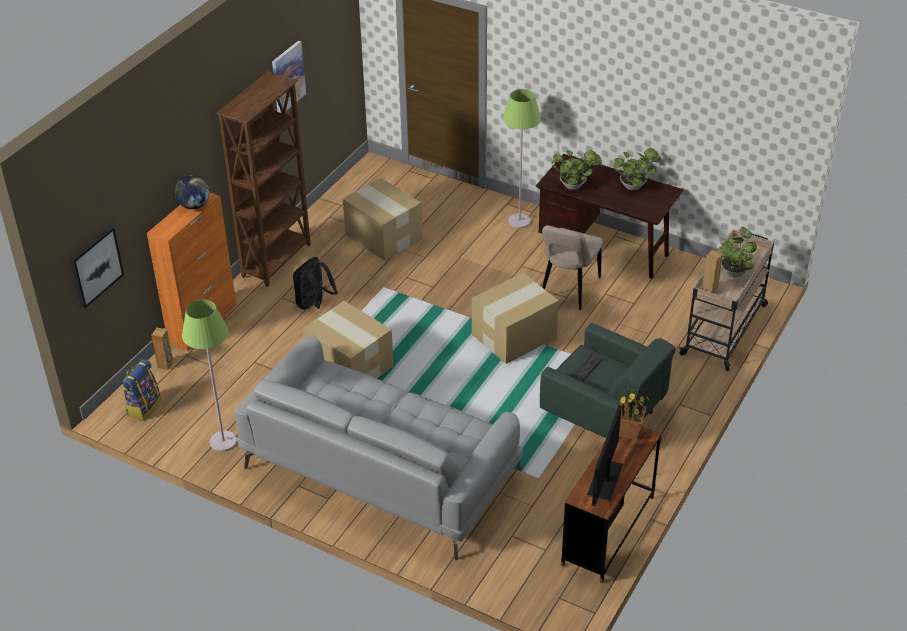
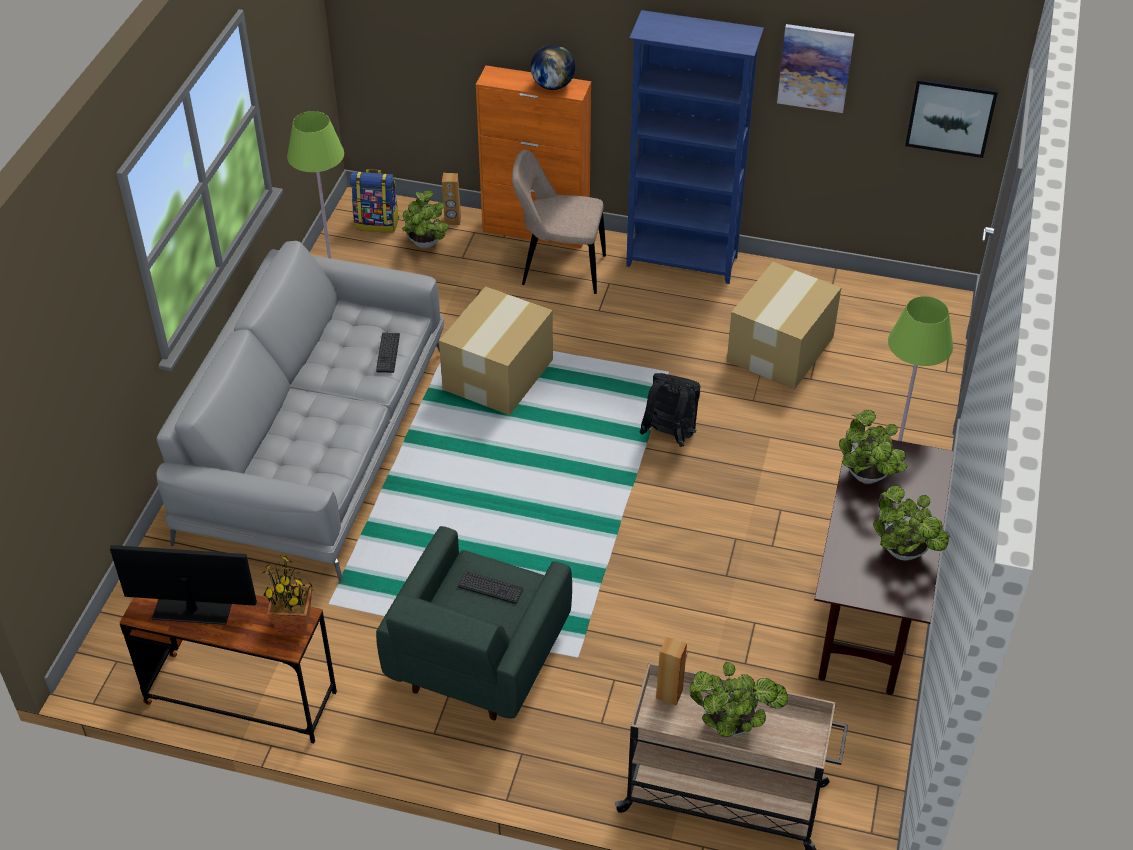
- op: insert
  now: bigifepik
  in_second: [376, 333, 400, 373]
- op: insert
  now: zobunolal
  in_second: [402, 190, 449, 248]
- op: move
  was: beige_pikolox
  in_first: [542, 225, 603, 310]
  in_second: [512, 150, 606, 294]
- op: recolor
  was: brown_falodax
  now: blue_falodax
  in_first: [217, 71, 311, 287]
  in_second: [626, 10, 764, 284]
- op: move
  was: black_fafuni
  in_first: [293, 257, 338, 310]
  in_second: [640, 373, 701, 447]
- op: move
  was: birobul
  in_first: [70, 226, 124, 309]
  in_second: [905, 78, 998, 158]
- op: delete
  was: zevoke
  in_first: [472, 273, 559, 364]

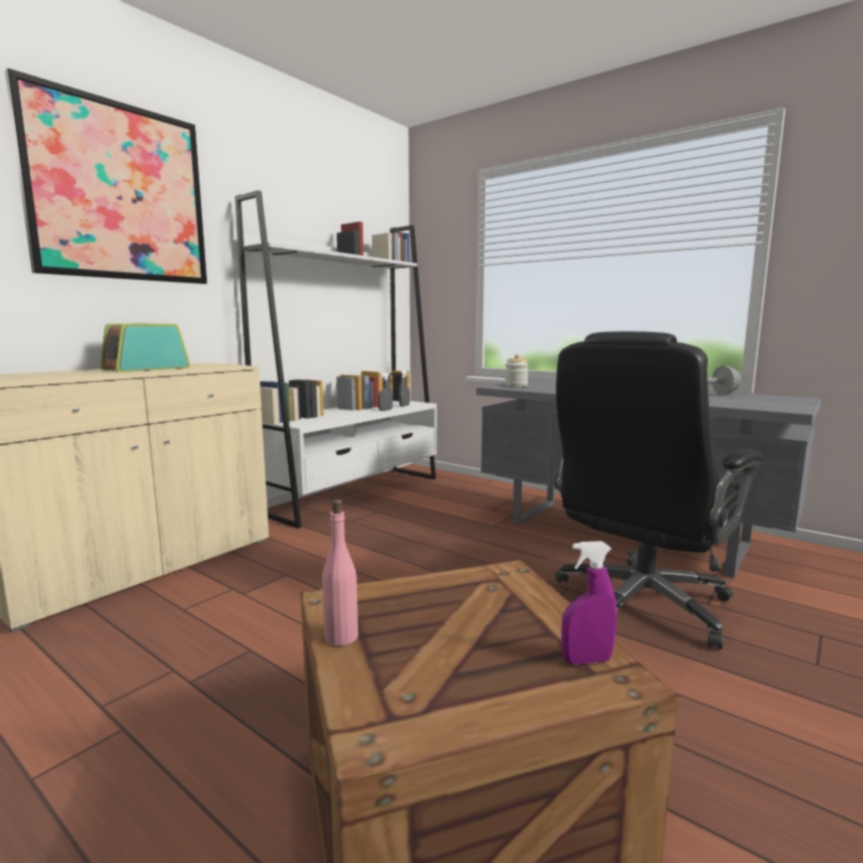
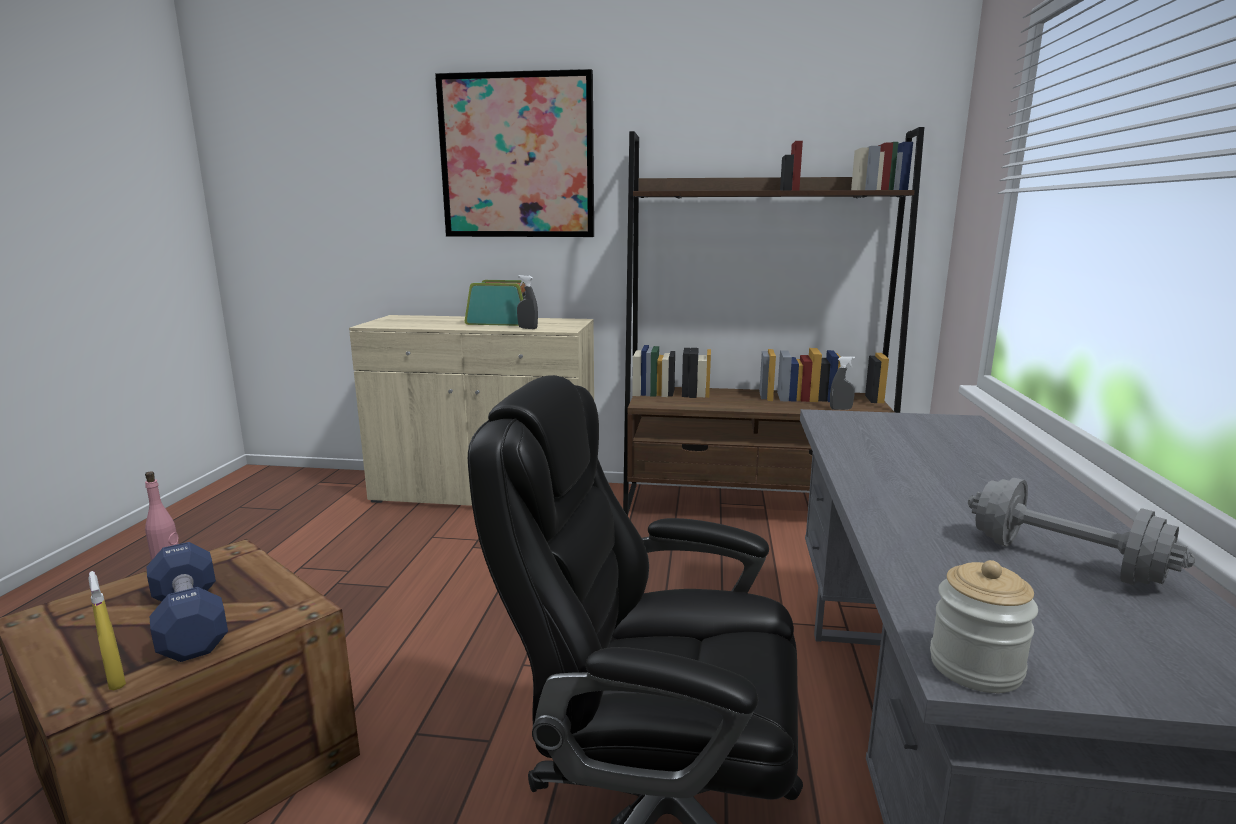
- op: recolor
  was: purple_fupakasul
  now: yellow_fupakasul
  in_first: [561, 541, 617, 665]
  in_second: [88, 571, 126, 690]
- op: insert
  now: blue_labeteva
  in_second: [147, 542, 228, 662]
- op: move
  was: grey_fupakasul
  in_first: [378, 372, 393, 410]
  in_second: [517, 275, 538, 329]
- op: recolor
  was: white_falodax
  now: brown_falodax
  in_first: [235, 190, 437, 529]
  in_second: [623, 127, 924, 516]
- op: move
  was: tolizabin
  in_first: [505, 354, 528, 387]
  in_second: [930, 560, 1038, 693]

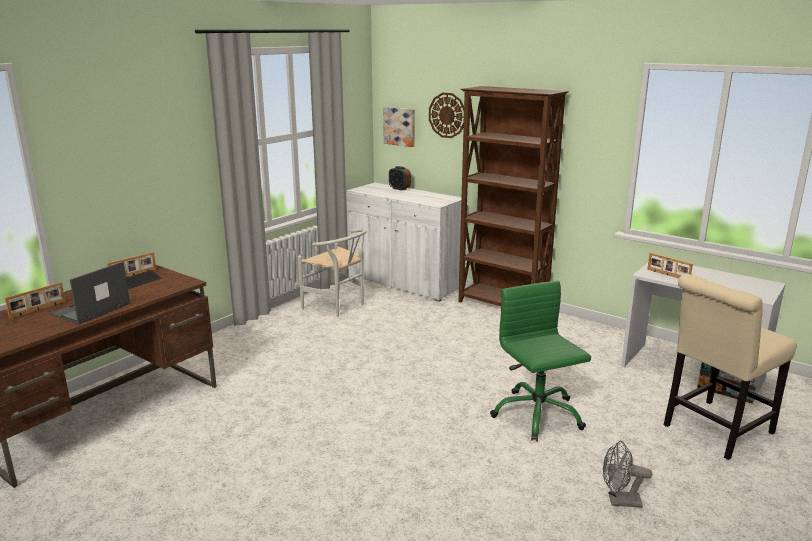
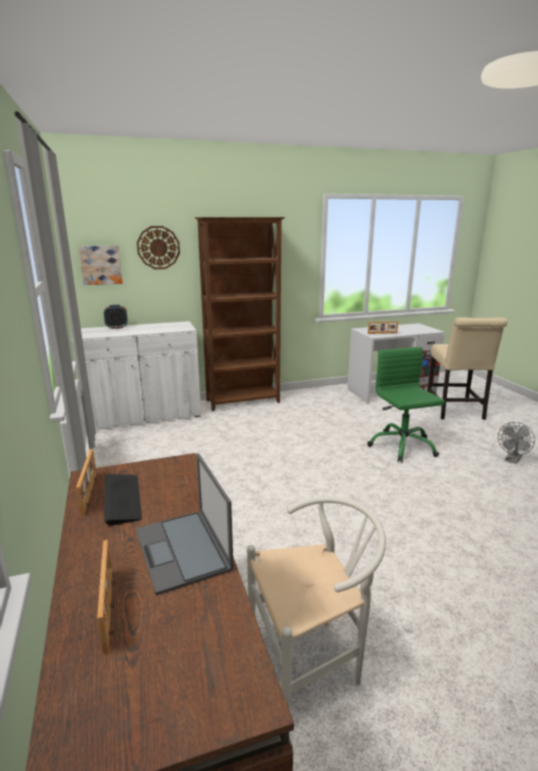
- op: move
  was: white_pikolox
  in_first: [298, 229, 367, 317]
  in_second: [247, 496, 386, 708]
- op: rotate
  was: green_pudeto
  in_first: [490, 281, 591, 441]
  in_second: [367, 347, 445, 463]
  clockwise: 60

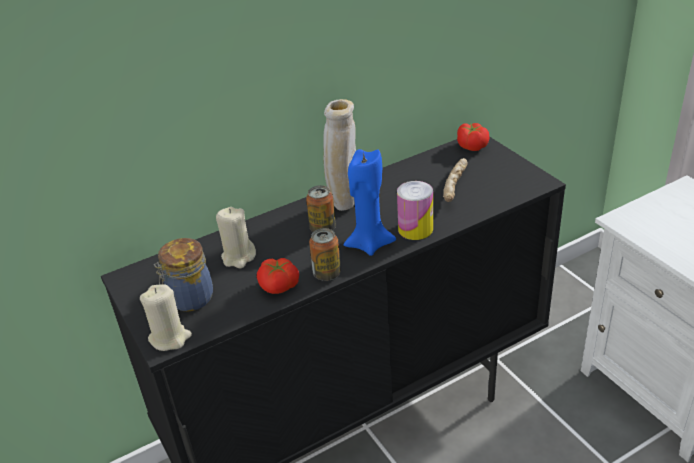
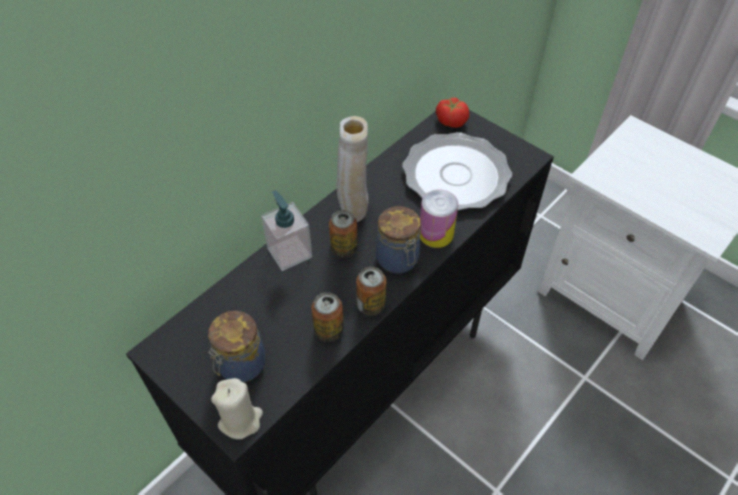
- op: insert
  now: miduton
  in_second: [261, 190, 312, 271]
- op: replace
  was: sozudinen
  now: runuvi
  in_first: [257, 258, 299, 294]
  in_second: [312, 292, 344, 342]
- op: replace
  was: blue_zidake
  now: tolizabin
  in_first: [344, 149, 396, 256]
  in_second: [376, 206, 421, 273]
- op: replace
  was: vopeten
  now: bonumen
  in_first: [443, 158, 468, 202]
  in_second: [402, 132, 512, 211]
- op: delete
  was: beige_zidake
  in_first: [216, 207, 256, 268]

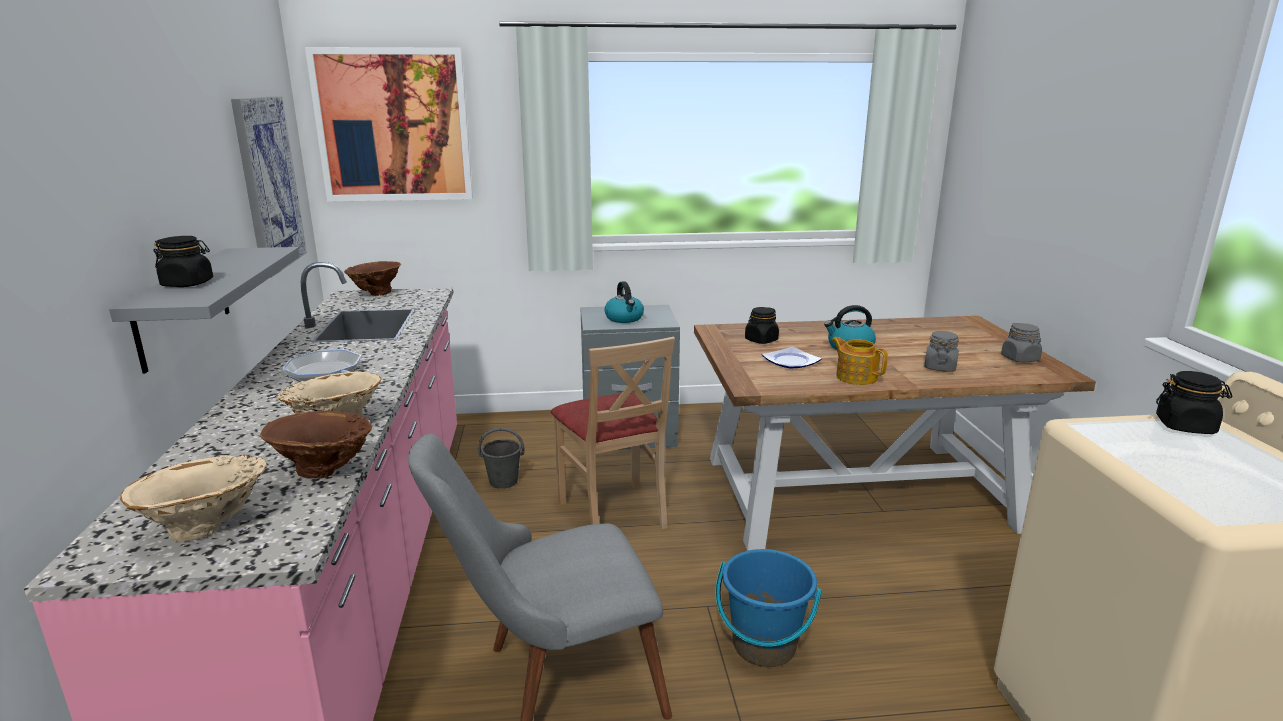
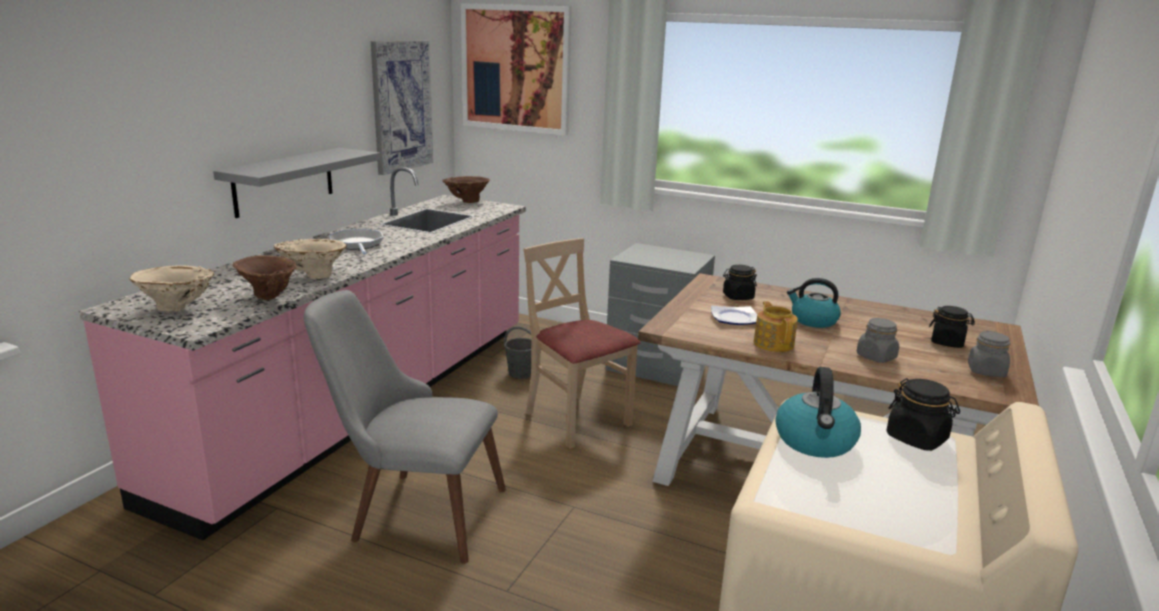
- op: rotate
  was: beige_pikolox
  in_first: [551, 337, 675, 529]
  in_second: [524, 238, 641, 449]
  clockwise: 135
- op: move
  was: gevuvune
  in_first: [604, 281, 644, 323]
  in_second: [775, 367, 861, 458]
- op: move
  was: black_tolizabin
  in_first: [153, 236, 213, 287]
  in_second: [929, 306, 975, 348]
- op: delete
  was: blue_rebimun
  in_first: [715, 549, 822, 667]

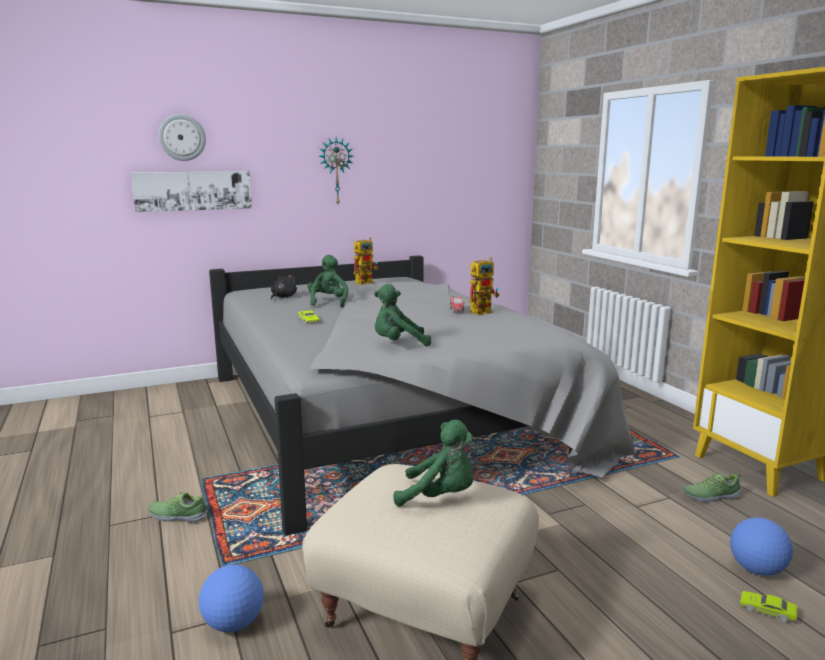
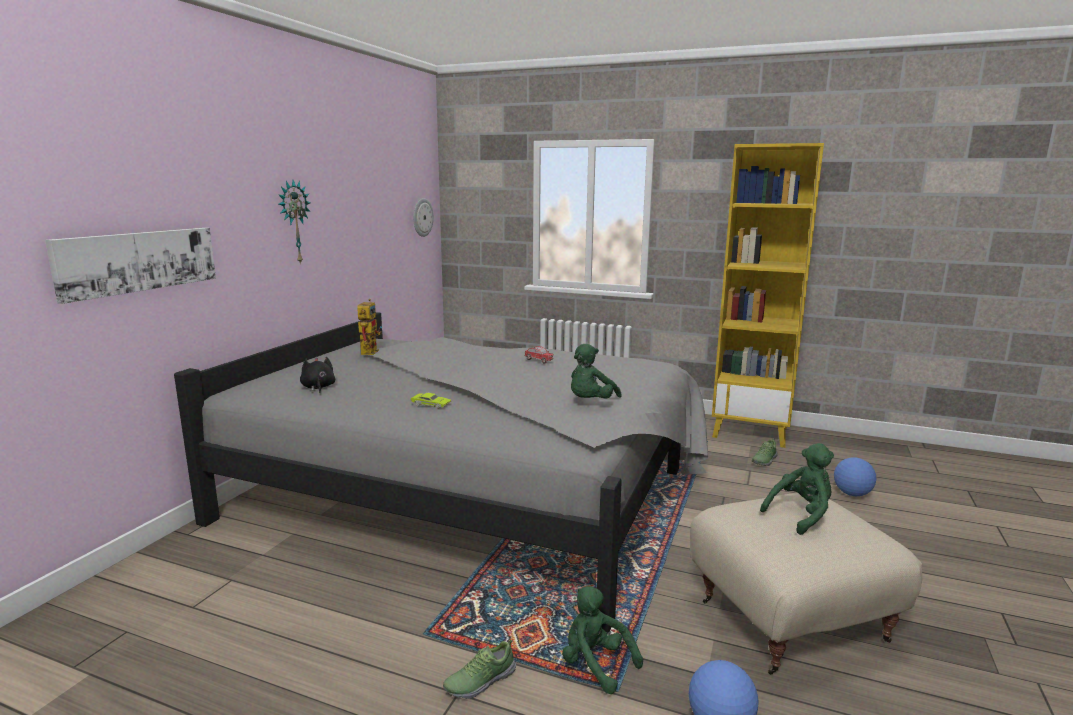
- op: move
  was: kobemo
  in_first: [158, 114, 206, 161]
  in_second: [413, 198, 434, 237]
- op: move
  was: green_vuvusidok
  in_first: [308, 255, 348, 307]
  in_second: [562, 586, 643, 694]
- op: delete
  was: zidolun
  in_first: [469, 257, 500, 315]
- op: delete
  was: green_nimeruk
  in_first: [740, 591, 798, 623]

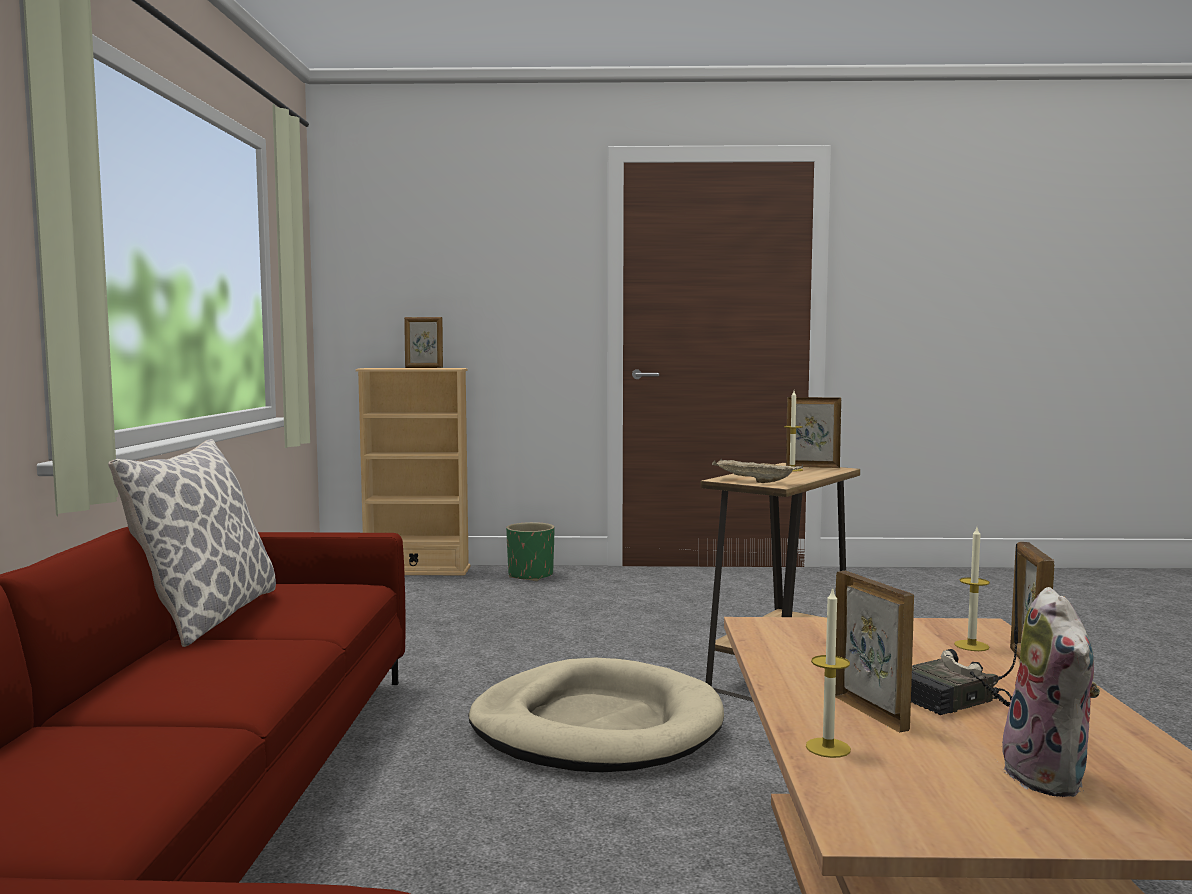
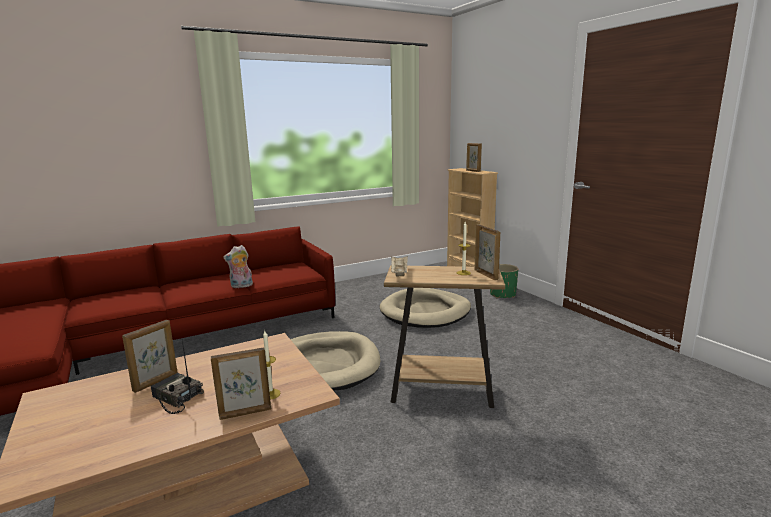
- op: move
  was: vuvusidok
  in_first: [1000, 587, 1100, 797]
  in_second: [223, 245, 253, 288]
- op: insert
  now: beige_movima
  in_second: [380, 288, 471, 328]
- op: delete
  was: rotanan
  in_first: [108, 439, 276, 647]
- op: delete
  was: zidake
  in_first: [806, 588, 851, 758]

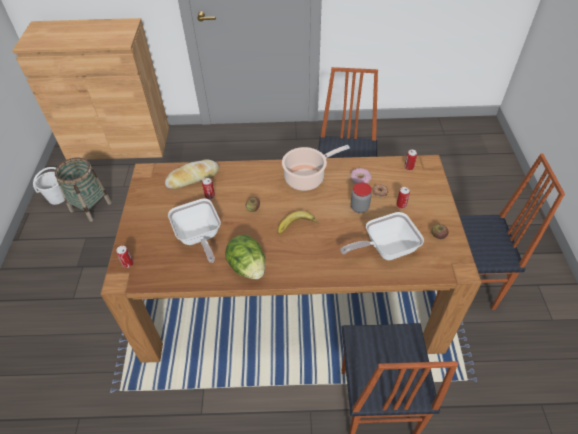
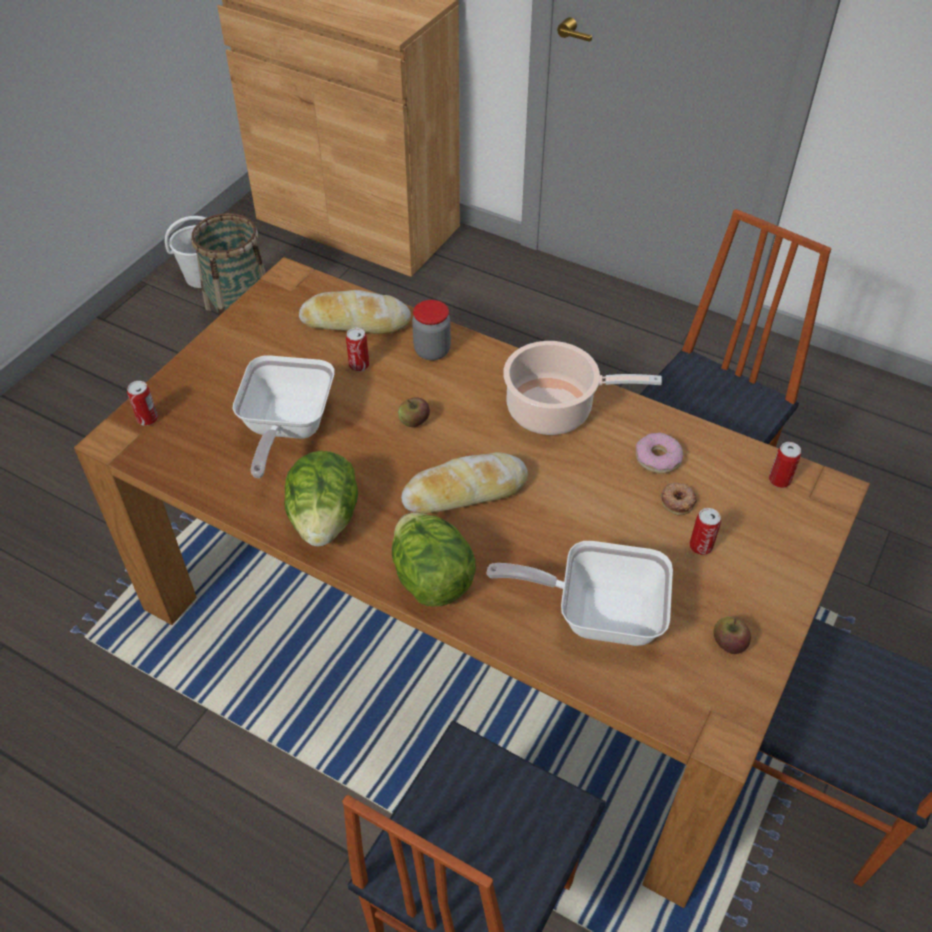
- op: insert
  now: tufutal
  in_second: [392, 513, 476, 607]
- op: replace
  was: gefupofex
  now: vopeten
  in_first: [277, 211, 319, 234]
  in_second: [401, 452, 528, 514]
- op: move
  was: tolizabin
  in_first: [351, 182, 372, 213]
  in_second: [412, 300, 451, 361]

